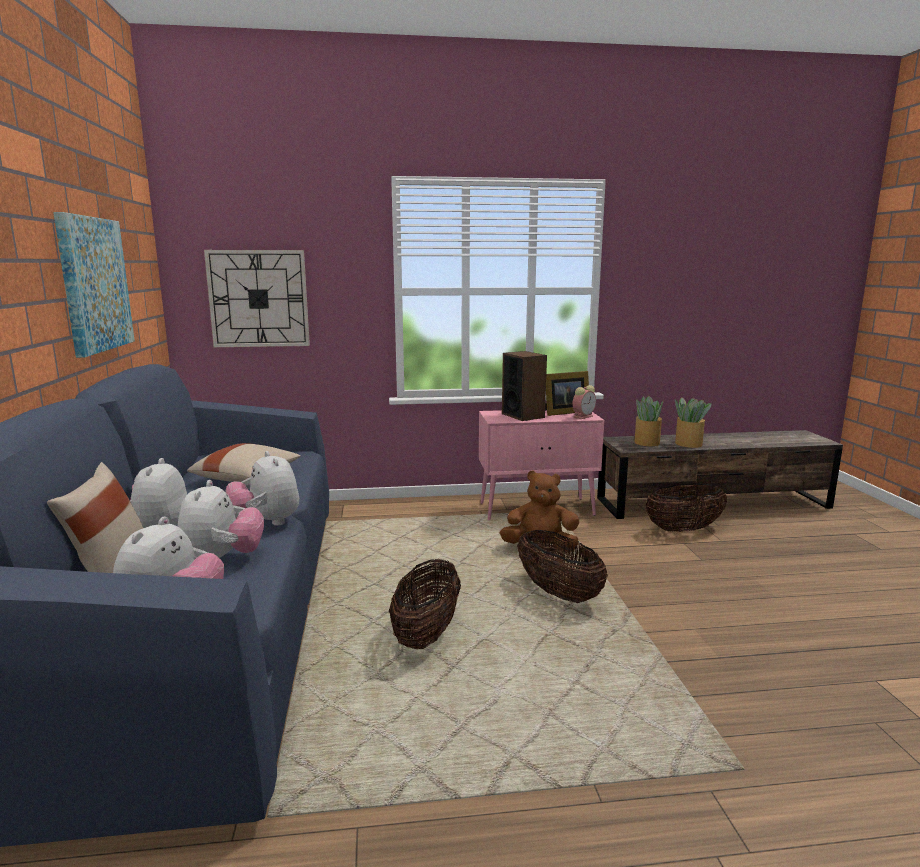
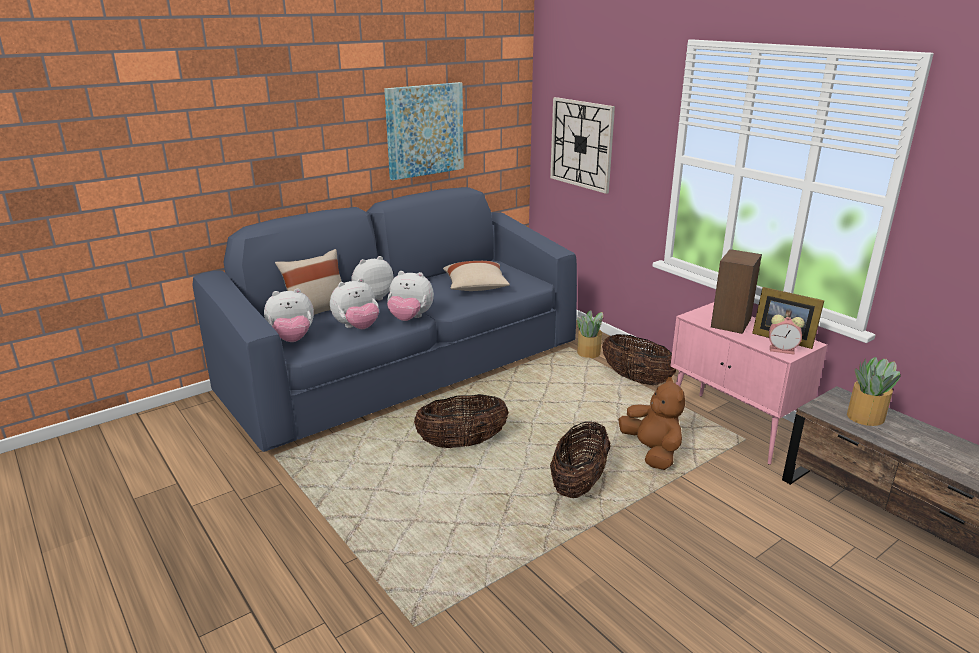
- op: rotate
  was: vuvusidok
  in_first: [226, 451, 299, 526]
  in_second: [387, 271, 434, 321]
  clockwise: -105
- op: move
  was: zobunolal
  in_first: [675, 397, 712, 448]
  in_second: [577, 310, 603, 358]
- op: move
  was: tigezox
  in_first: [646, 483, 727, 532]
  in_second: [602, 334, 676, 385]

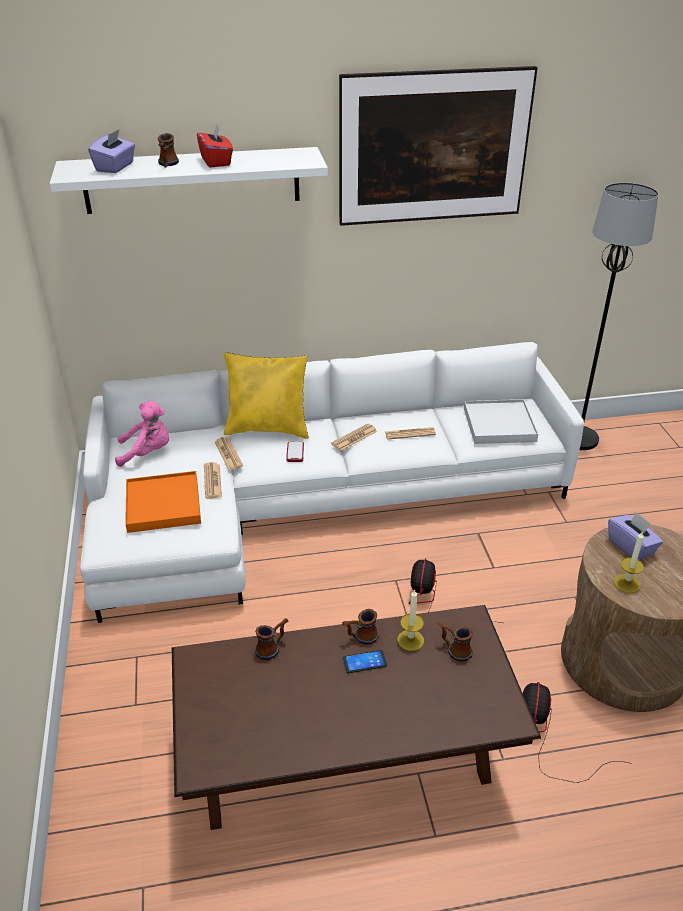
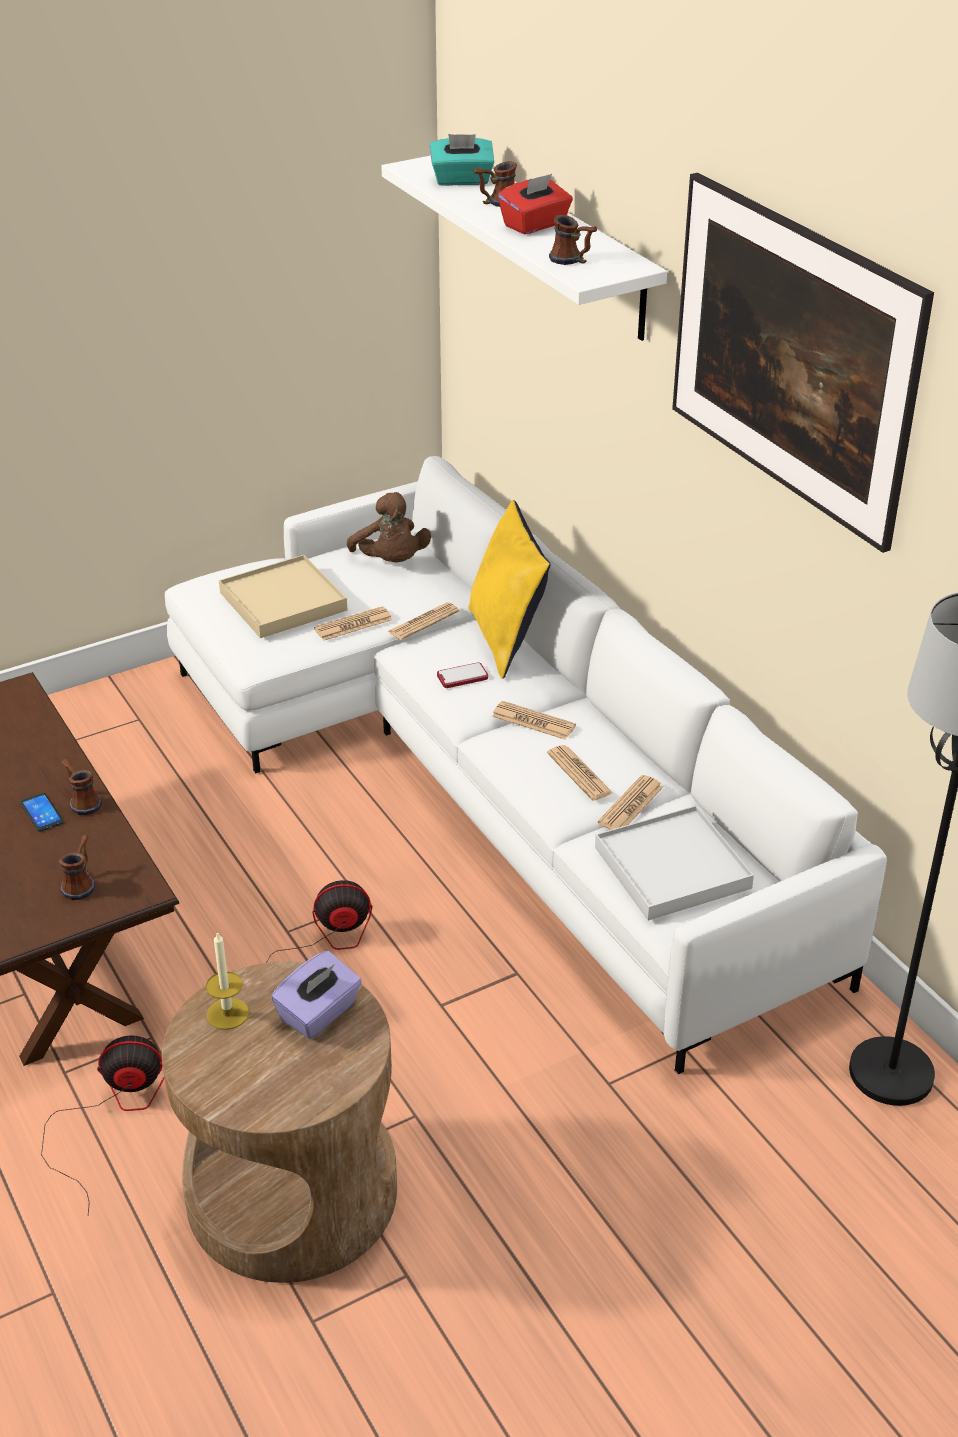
- op: recolor
  was: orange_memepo
  now: beige_memepo
  in_first: [125, 471, 201, 533]
  in_second: [219, 555, 347, 638]
- op: recolor
  was: pink_vuvusidok
  now: brown_vuvusidok
  in_first: [115, 401, 169, 467]
  in_second: [347, 492, 431, 562]
- op: recolor
  was: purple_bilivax
  now: turquoise_bilivax
  in_first: [88, 130, 135, 173]
  in_second: [429, 134, 494, 186]
- op: move
  was: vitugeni
  in_first: [255, 618, 288, 660]
  in_second: [549, 215, 597, 265]
- op: insert
  now: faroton
  in_second: [598, 775, 663, 830]
- op: delete
  was: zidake
  in_first: [397, 589, 424, 651]

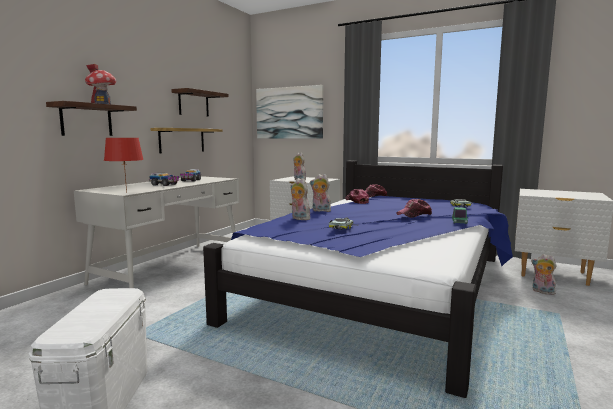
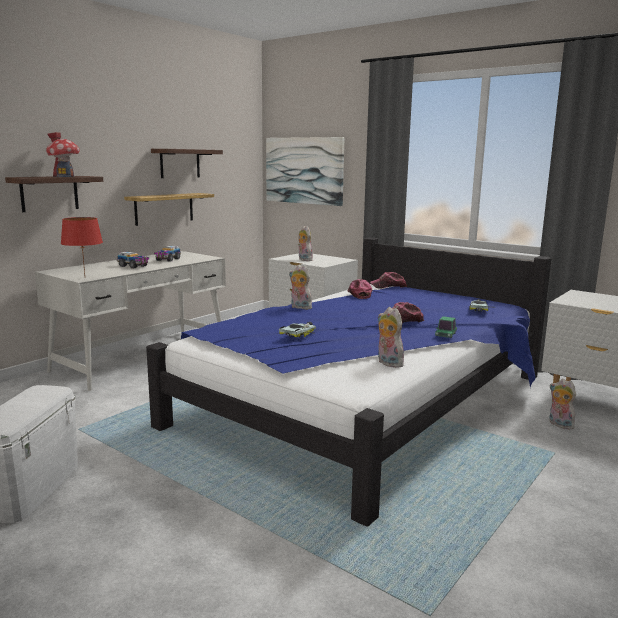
- op: move
  was: vuvusidok
  in_first: [291, 178, 310, 220]
  in_second: [378, 307, 404, 368]

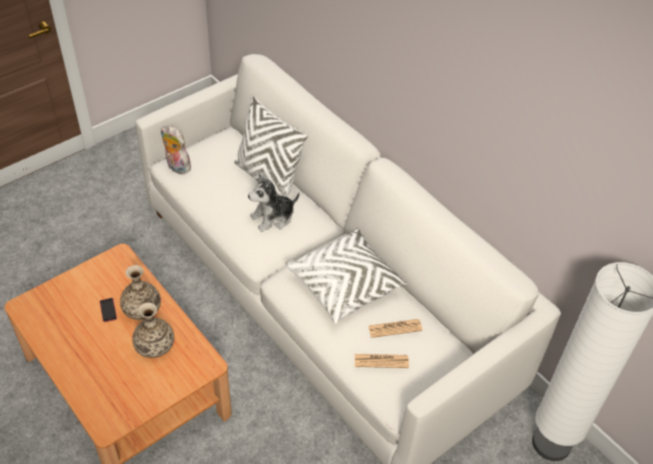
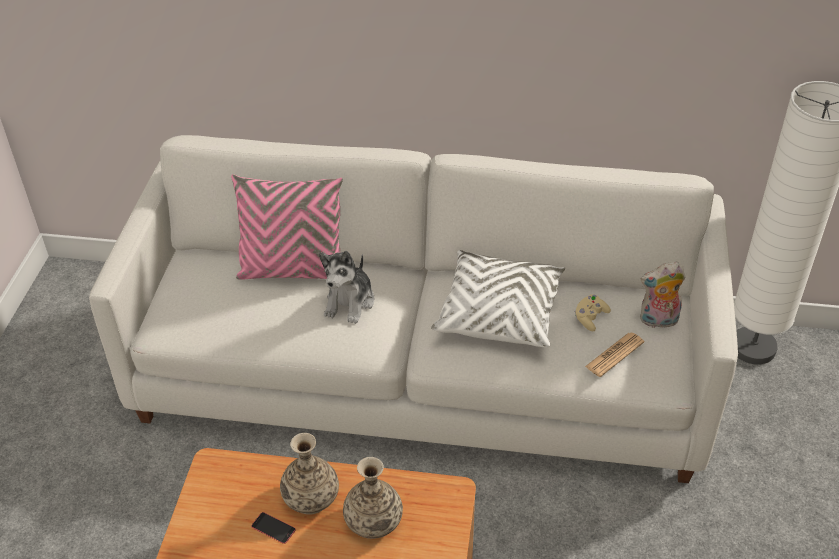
- op: recolor
  was: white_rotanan
  now: pink_rotanan
  in_first: [234, 96, 308, 198]
  in_second: [231, 174, 343, 280]
- op: replace
  was: faroton
  now: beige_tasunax
  in_first: [368, 319, 422, 338]
  in_second: [575, 295, 611, 331]
- op: move
  was: vuvusidok
  in_first: [161, 126, 191, 174]
  in_second: [640, 262, 686, 328]

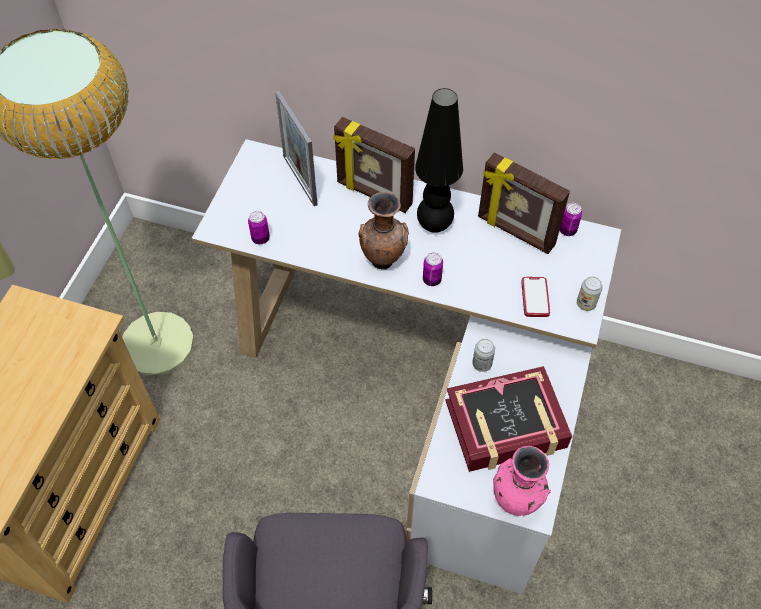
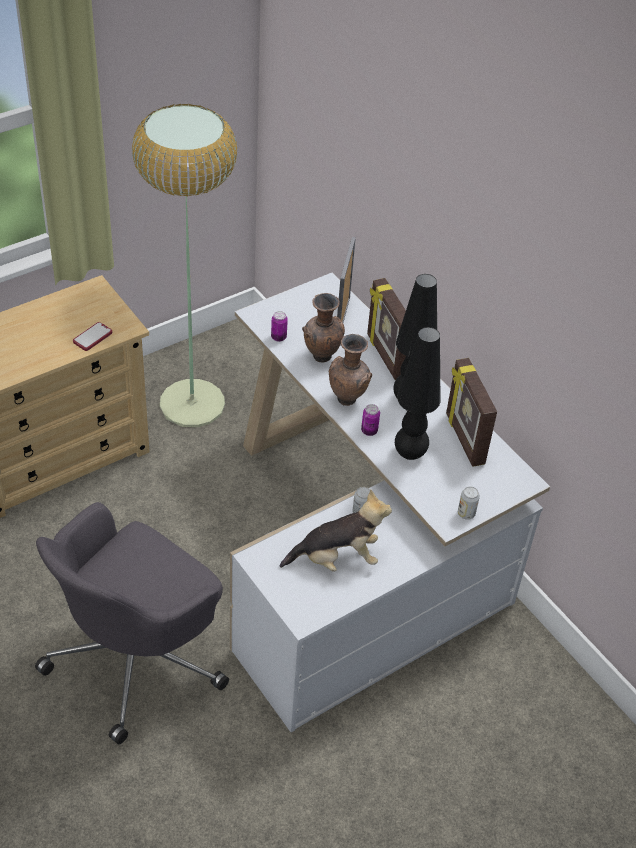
- op: move
  was: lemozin
  in_first: [521, 277, 550, 317]
  in_second: [73, 322, 112, 351]
- op: replace
  was: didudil
  now: vuvusidok
  in_first: [446, 366, 572, 472]
  in_second: [279, 489, 392, 572]
- op: insert
  now: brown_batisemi
  in_second: [302, 293, 345, 363]
- op: insert
  now: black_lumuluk
  in_second: [395, 327, 441, 460]
- op: delete
  was: pink_batisemi
  in_first: [493, 446, 551, 516]
- op: delete
  was: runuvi
  in_first: [560, 203, 582, 236]

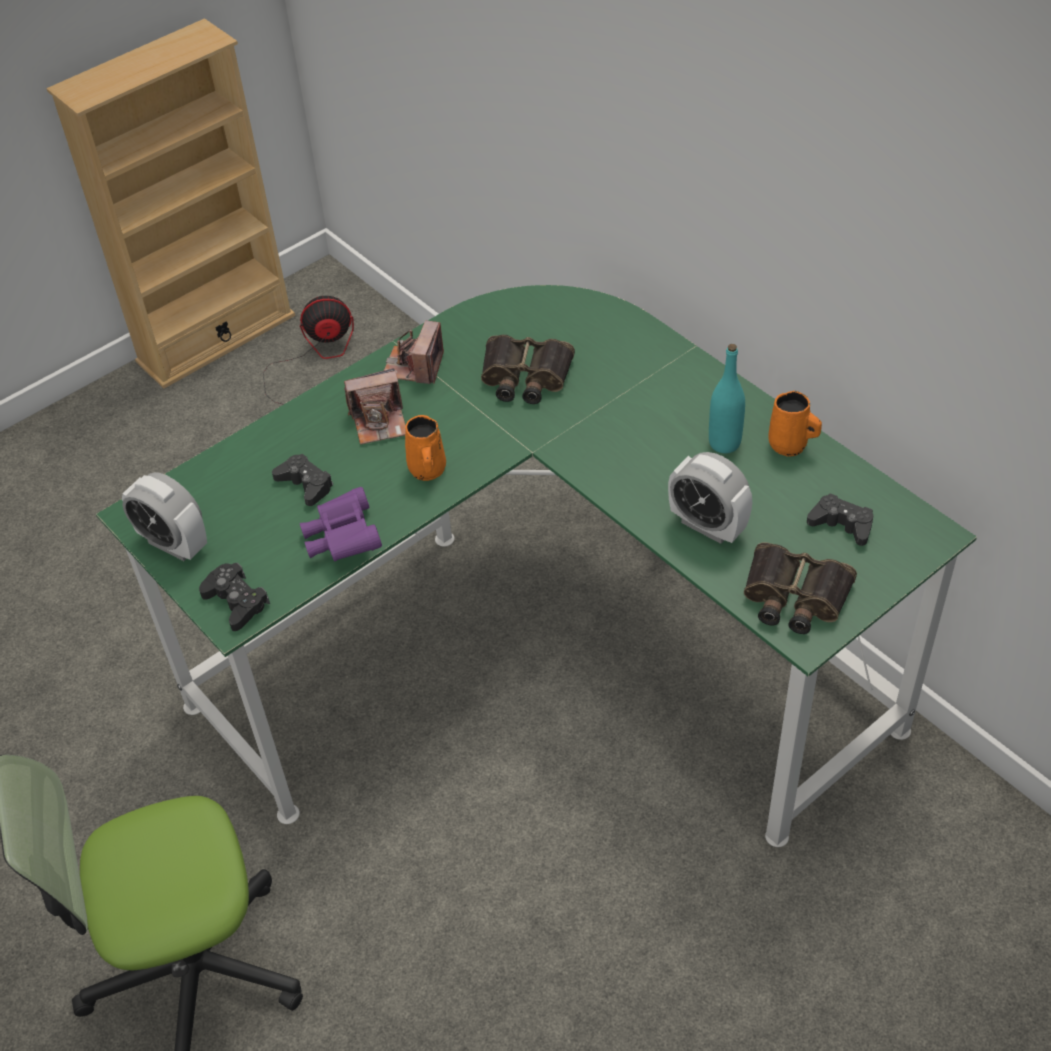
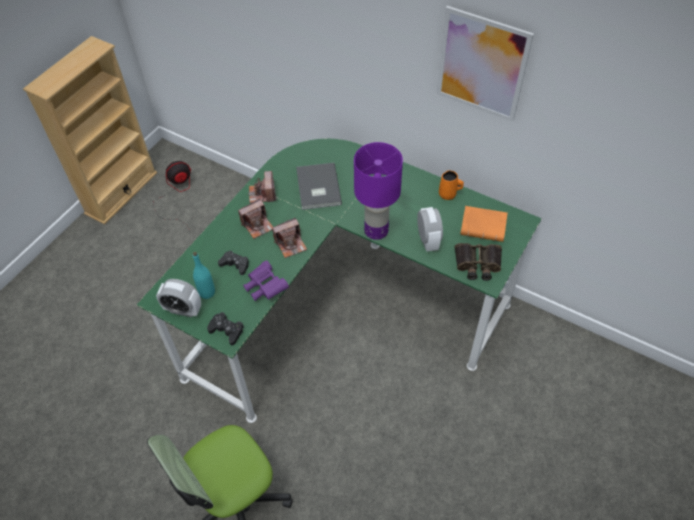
- op: move
  was: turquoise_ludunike
  in_first: [709, 344, 745, 453]
  in_second: [192, 252, 215, 299]
- op: replace
  was: orange_vitugeni
  now: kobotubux
  in_first: [405, 415, 446, 481]
  in_second: [272, 218, 307, 258]
- op: replace
  was: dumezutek
  now: grey_didudil
  in_first: [481, 335, 575, 404]
  in_second: [296, 163, 342, 210]
- op: insert
  now: purple_lumuluk
  in_second: [354, 142, 403, 240]
- op: rotate
  was: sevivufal
  in_first: [668, 452, 752, 544]
  in_second: [417, 207, 443, 252]
  clockwise: -120
- op: insert
  now: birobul
  in_second: [437, 6, 534, 122]
- op: replace
  was: black_tasunax
  now: orange_didudil
  in_first: [807, 493, 873, 546]
  in_second: [460, 206, 508, 242]

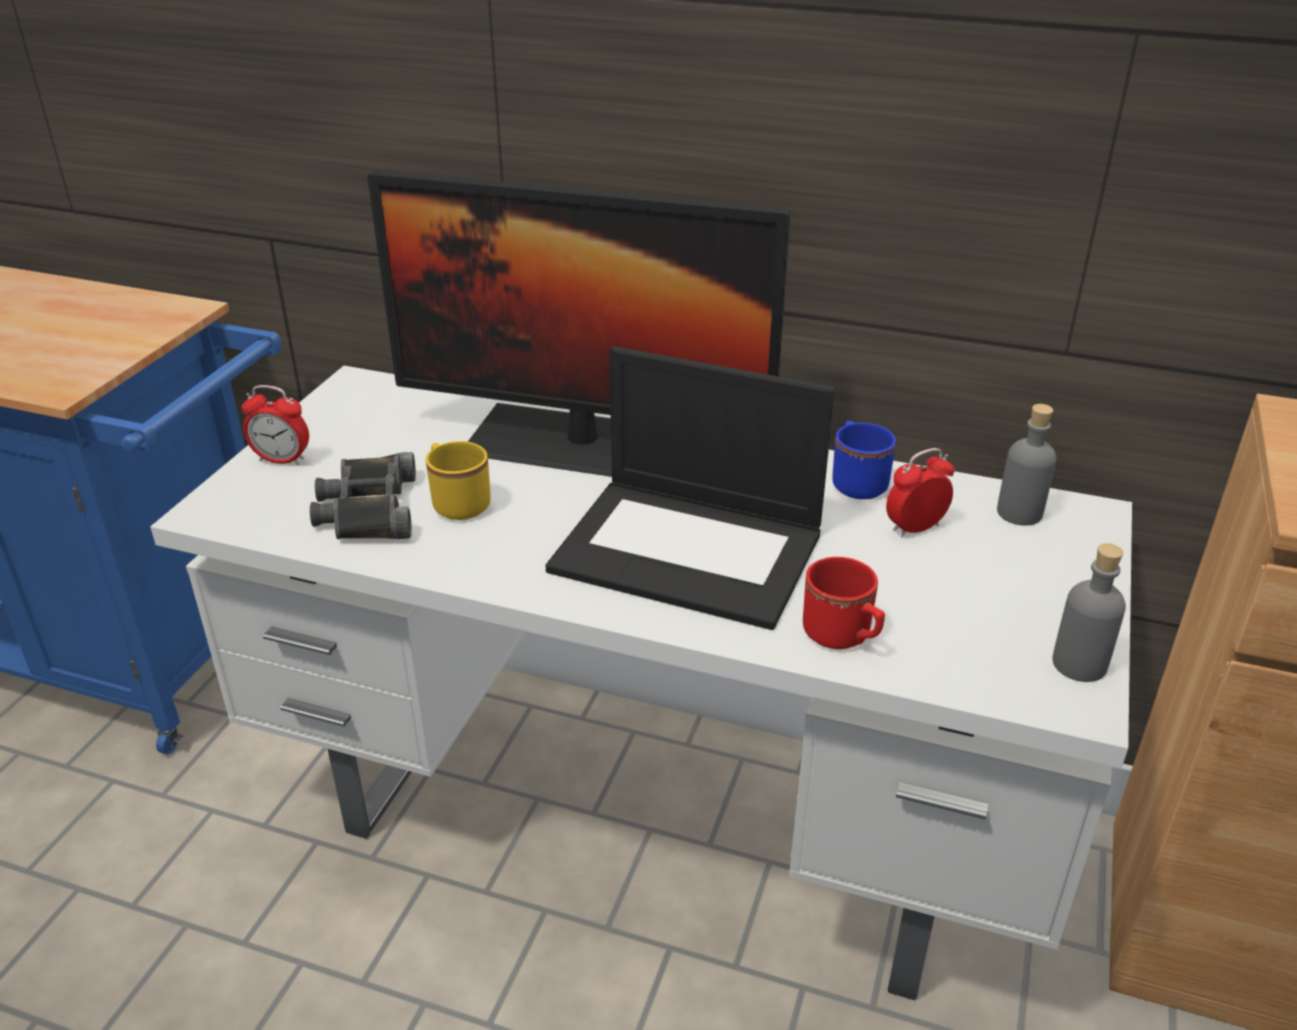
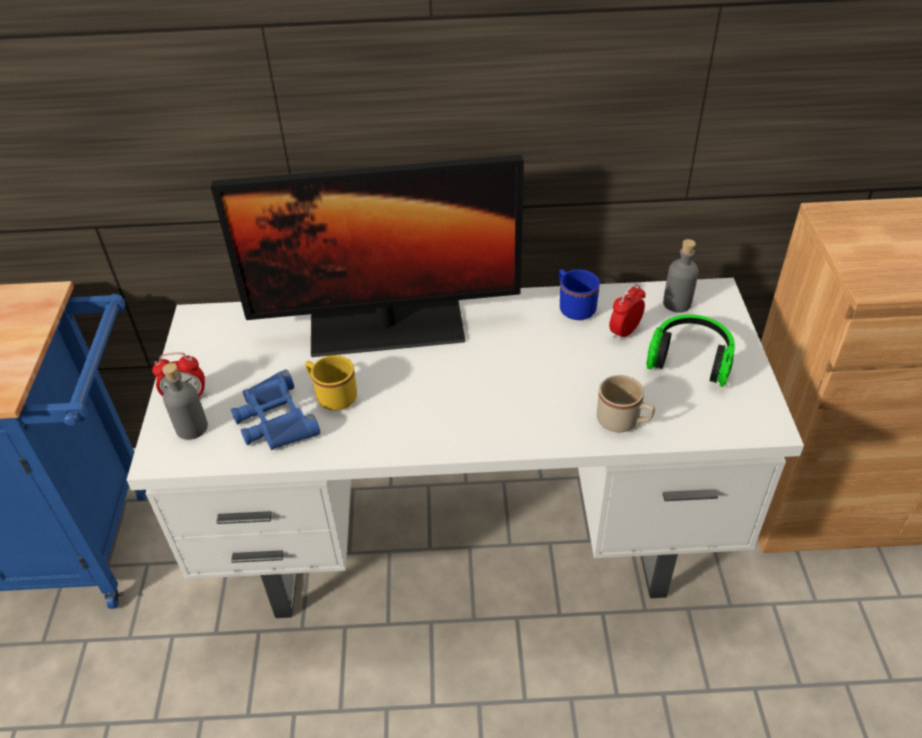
- op: move
  was: grey_ludunike
  in_first: [1052, 543, 1126, 682]
  in_second: [162, 363, 208, 440]
- op: recolor
  was: black_dumezutek
  now: blue_dumezutek
  in_first: [310, 452, 416, 539]
  in_second: [231, 369, 320, 450]
- op: recolor
  was: red_vitugeni
  now: beige_vitugeni
  in_first: [803, 557, 885, 649]
  in_second: [597, 375, 655, 433]
- op: insert
  now: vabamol
  in_second: [646, 314, 735, 387]
- op: delete
  was: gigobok
  in_first: [545, 346, 835, 630]

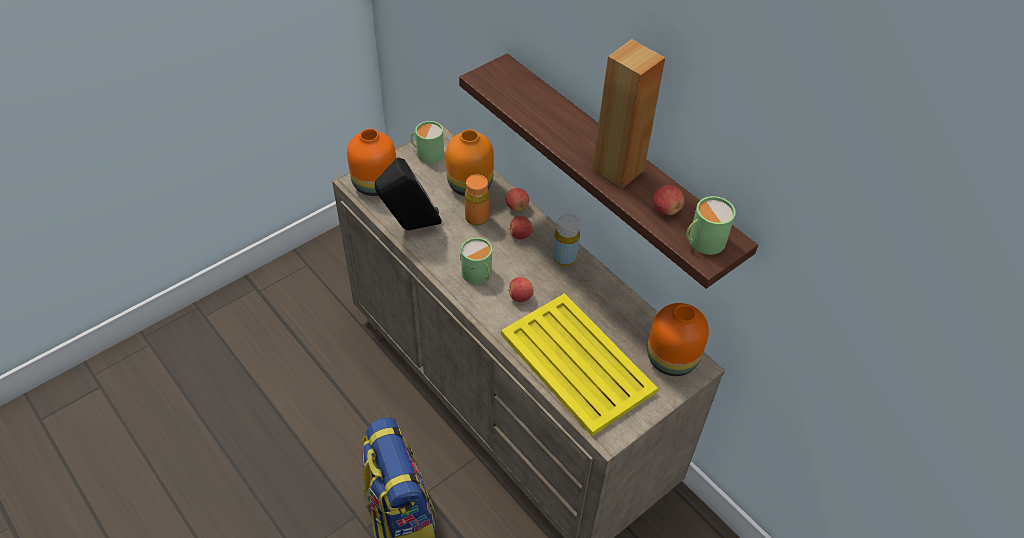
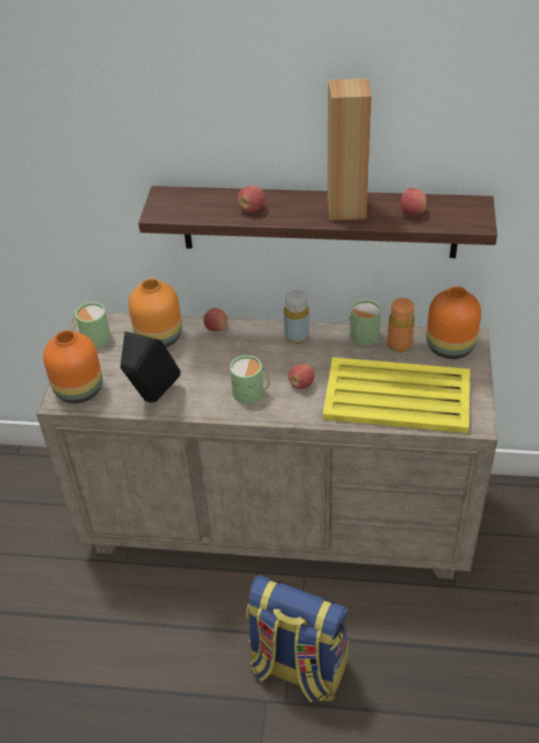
- op: move
  was: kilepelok
  in_first: [509, 216, 533, 240]
  in_second: [237, 186, 265, 212]
- op: move
  was: green_vitugeni
  in_first: [686, 196, 736, 255]
  in_second: [349, 300, 381, 346]
- op: move
  was: orange_ludunike
  in_first: [465, 174, 489, 226]
  in_second: [387, 298, 415, 353]

